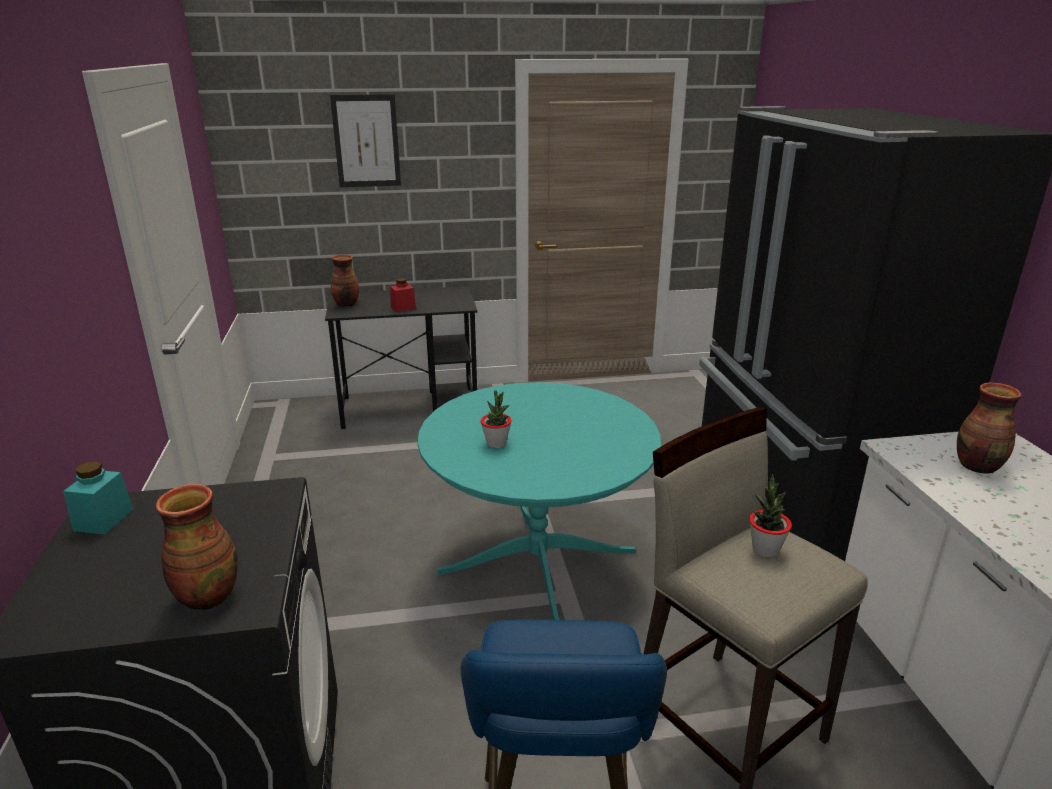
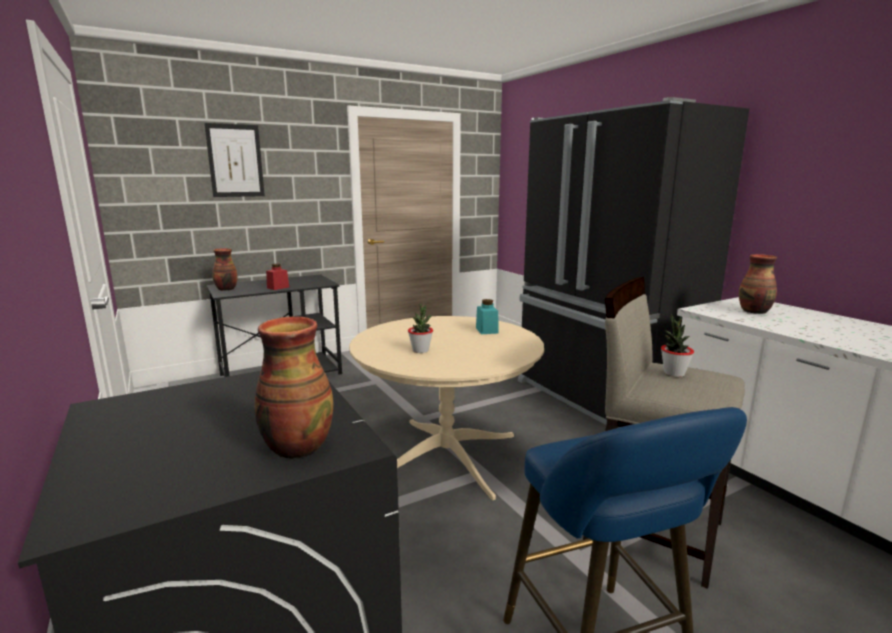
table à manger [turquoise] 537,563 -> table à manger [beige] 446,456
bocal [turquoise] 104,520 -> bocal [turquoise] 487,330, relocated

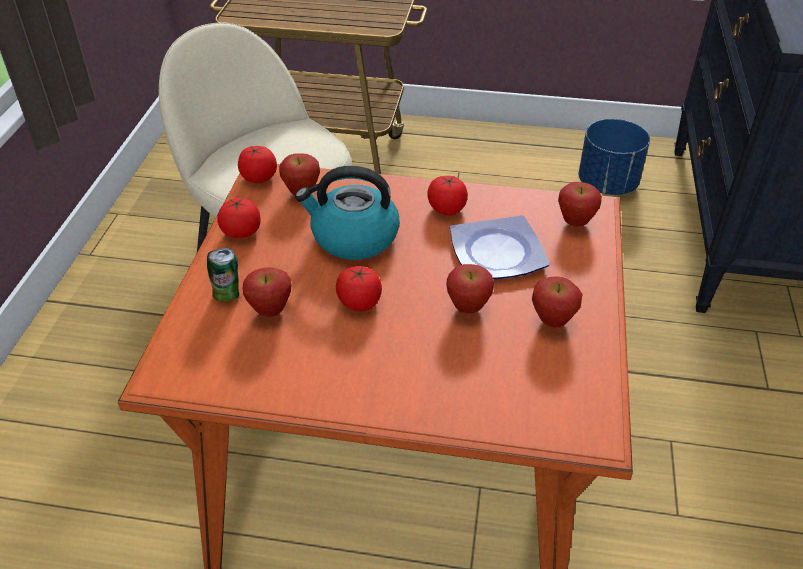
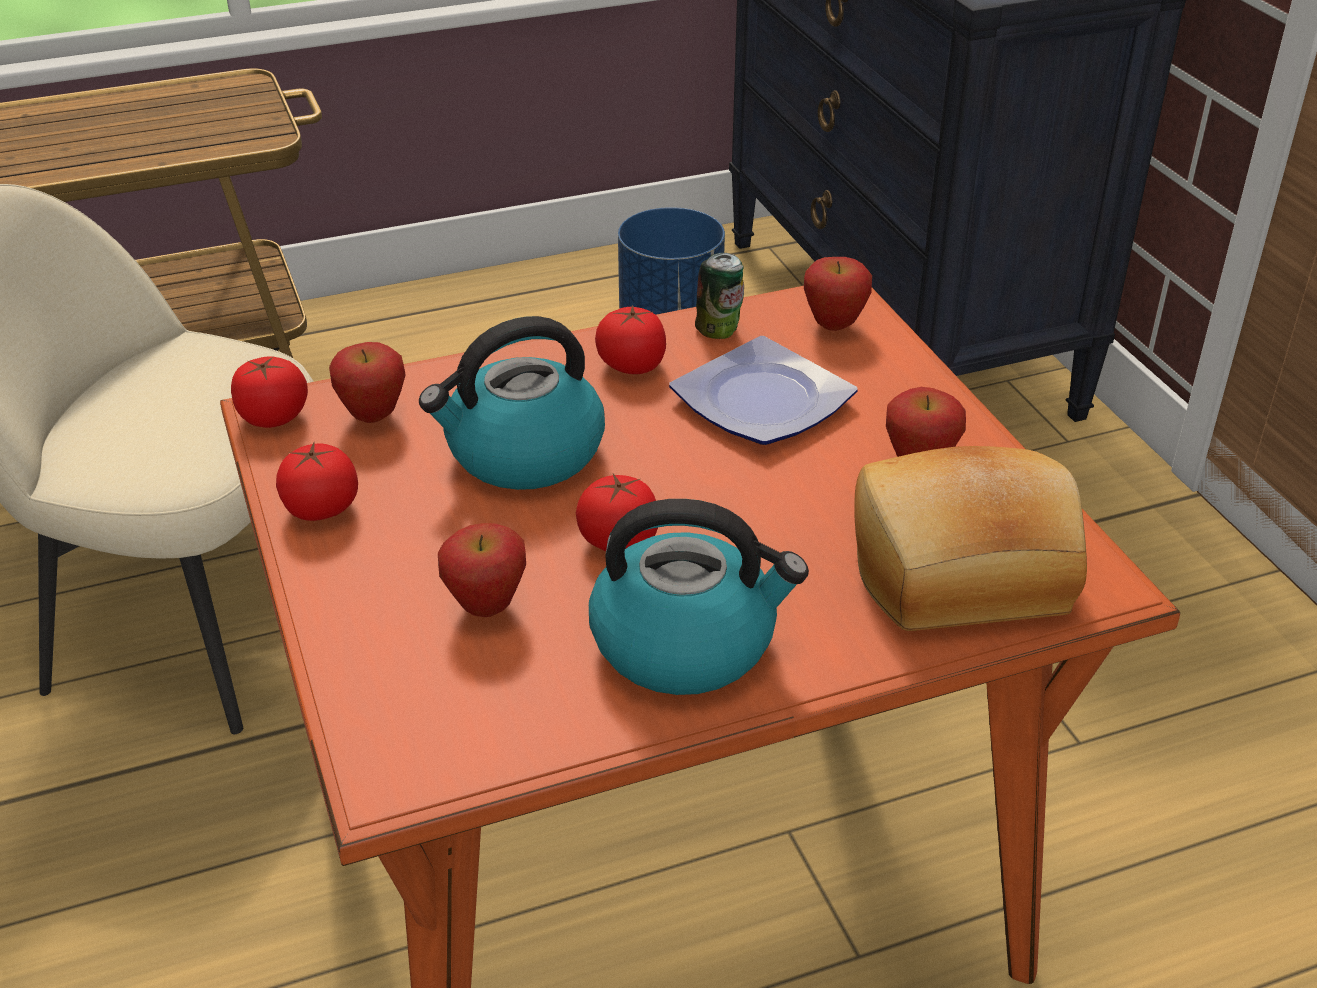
boîte métallique 227,295 -> boîte métallique 720,331, relocated
pomme 468,308 -> none
none -> pain 961,575
none -> bouilloire 686,642

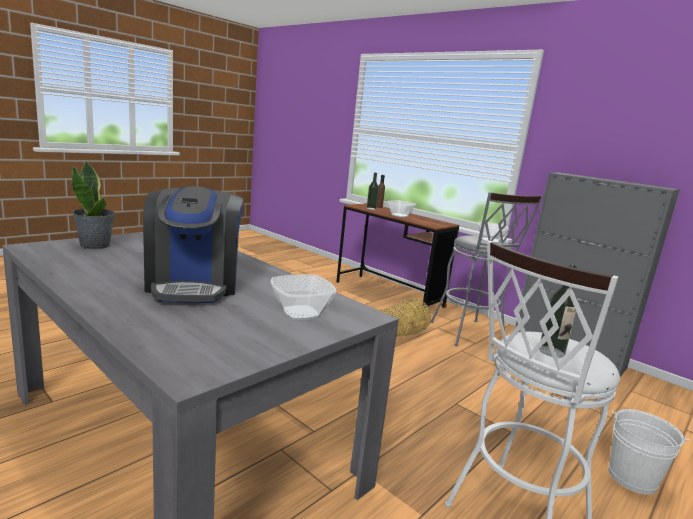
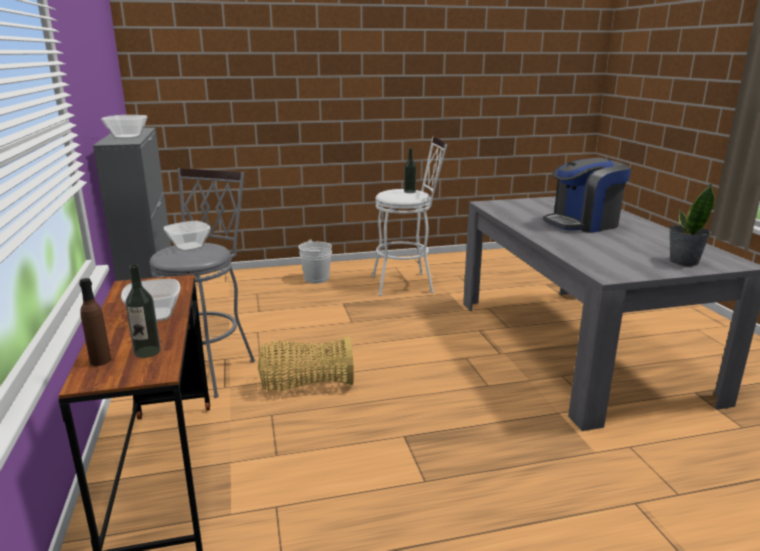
machine à café 193,285 -> machine à café 583,223, 135 degrees counterclockwise
bol 299,313 -> bol 127,137, relocated

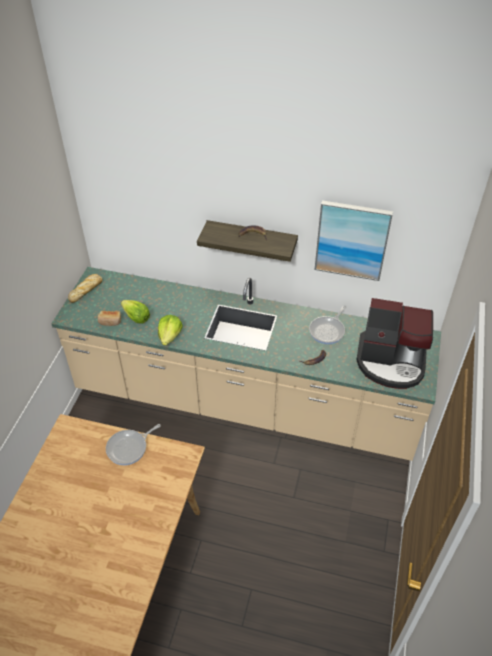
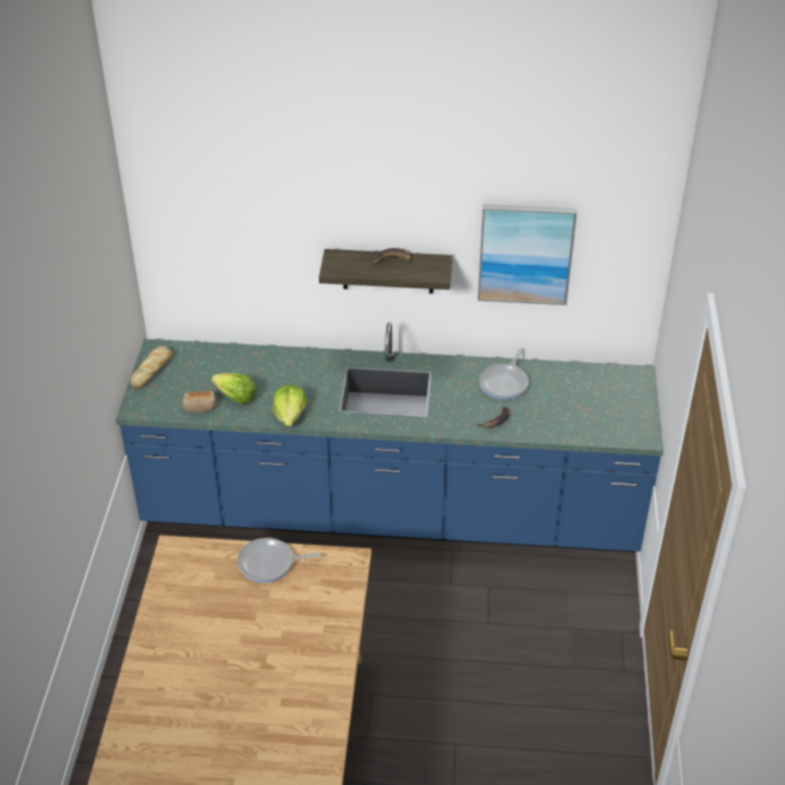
comptoir de cuisine [beige] 245,403 -> comptoir de cuisine [bleu] 392,512
machine à café 391,362 -> none
poêle 129,448 -> poêle 269,563, 45 degrees clockwise

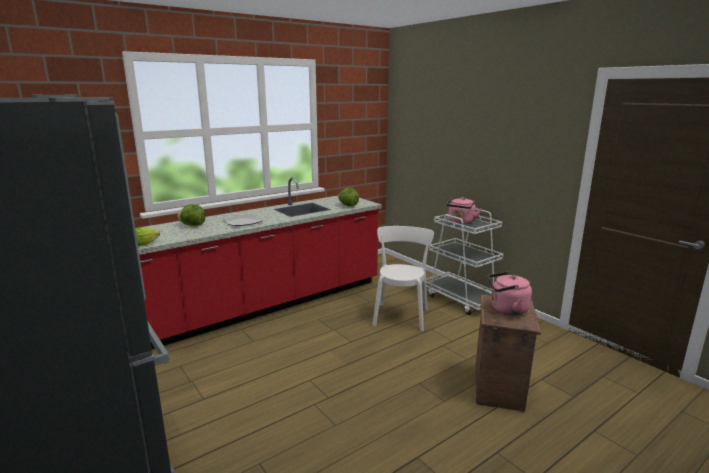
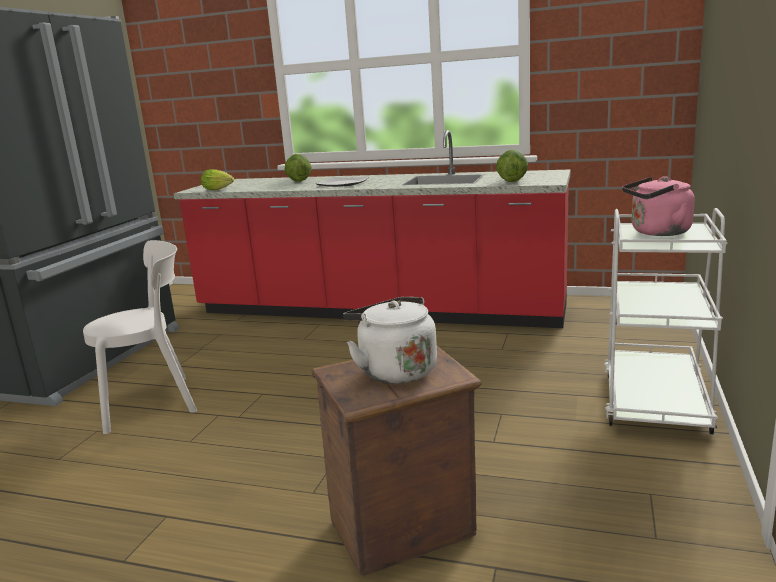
chaise [blanc] 401,315 -> chaise [blanc] 154,402, relocated
bouilloire [rose] 506,309 -> bouilloire [blanc] 394,370

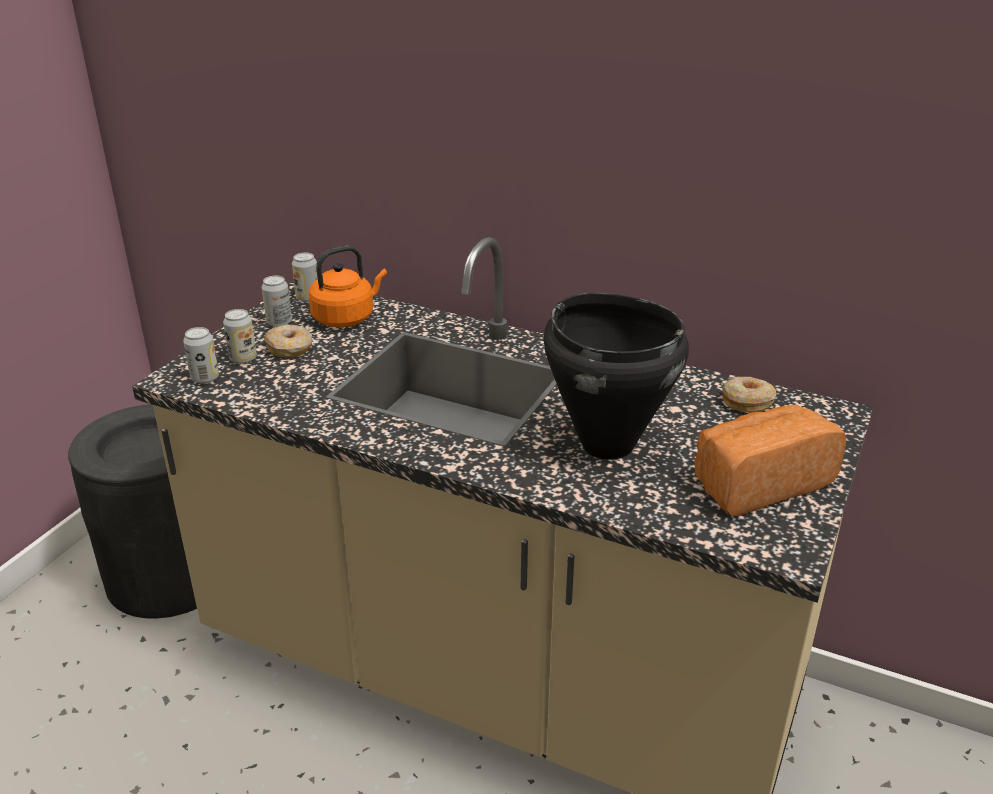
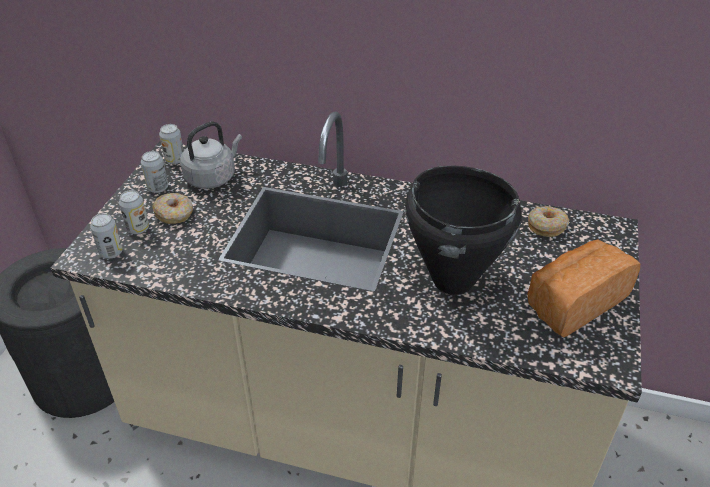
bouilloire [orange] 346,318 -> bouilloire [gris] 213,177

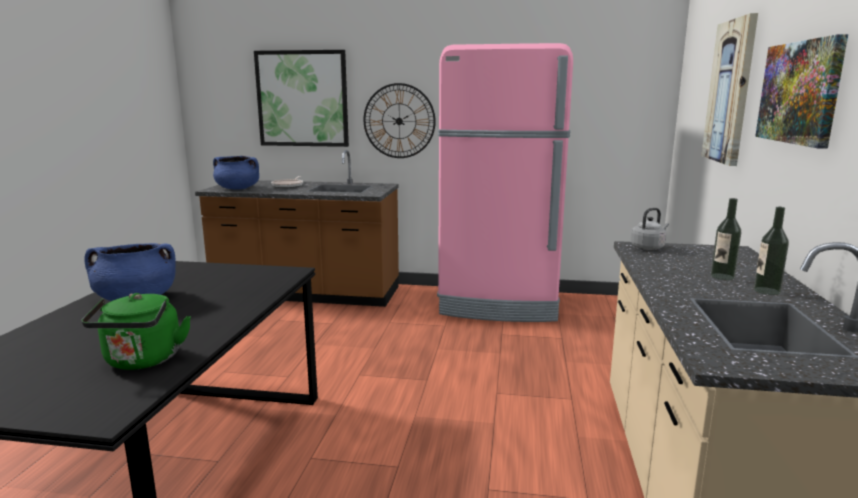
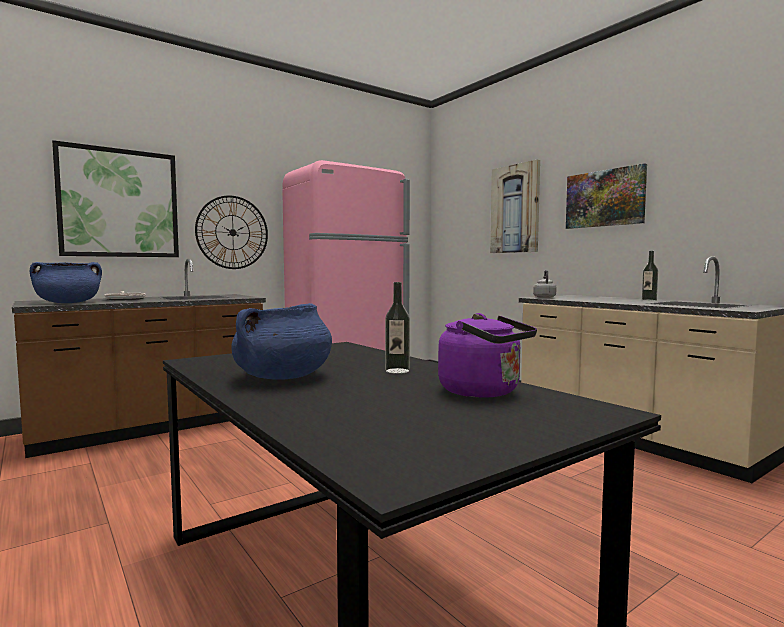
bouteille 722,277 -> bouteille 397,371, relocated
bouilloire [vert] 142,361 -> bouilloire [violet] 484,392

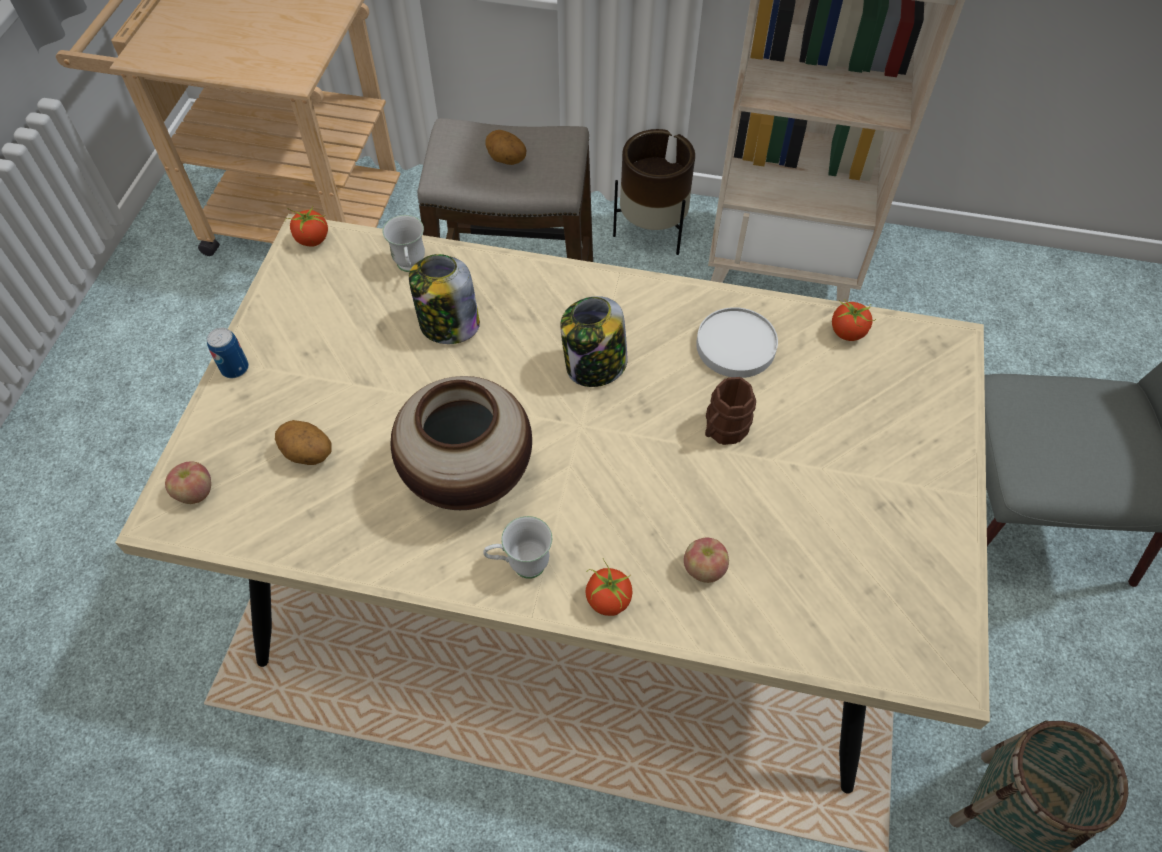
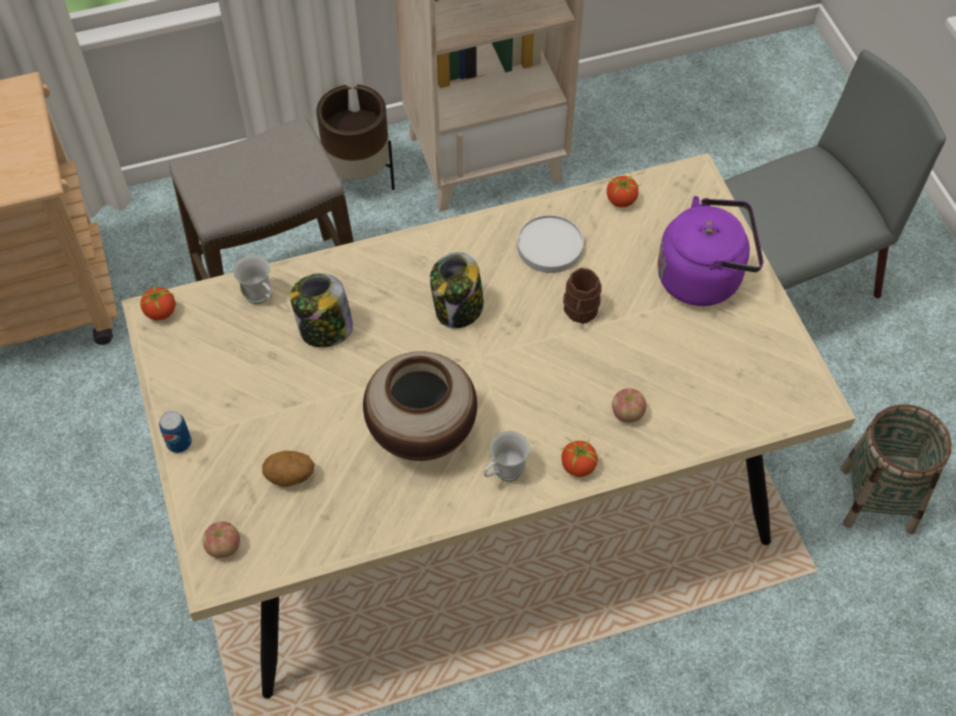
pomme de terre 506,160 -> none
none -> bouilloire [violet] 704,277

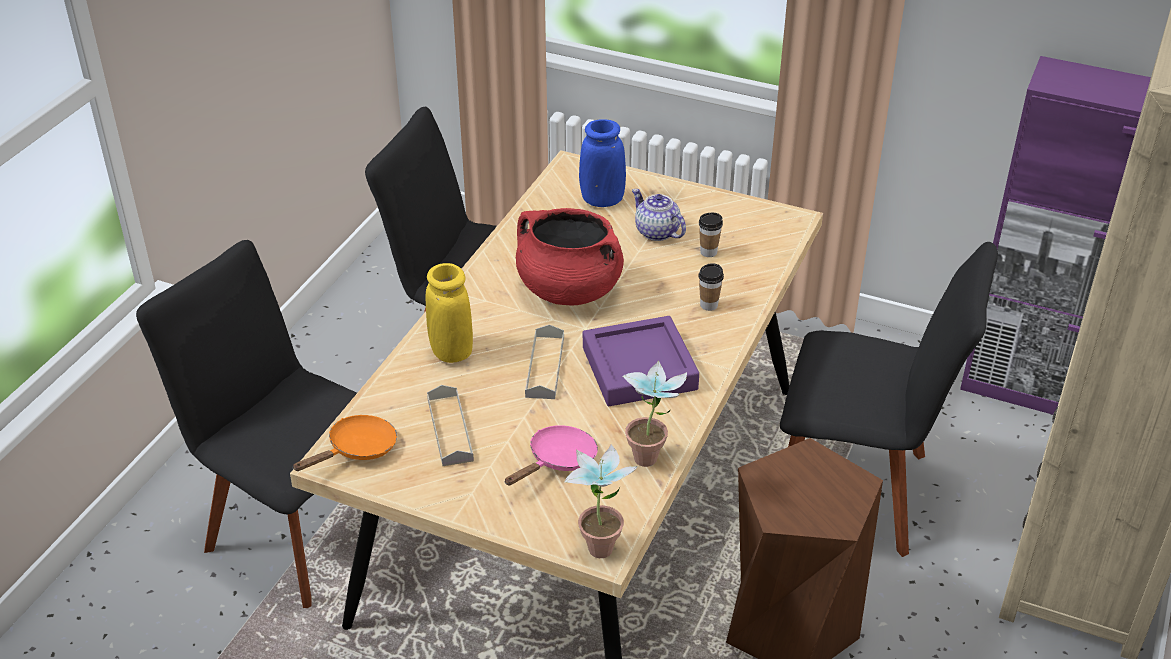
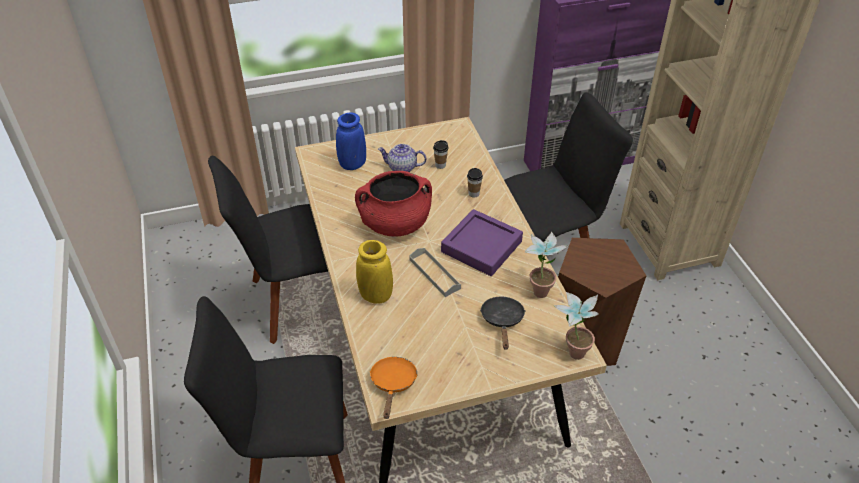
plateau [gris] 450,429 -> none
poêle [rose] 558,461 -> poêle [noir] 502,321

